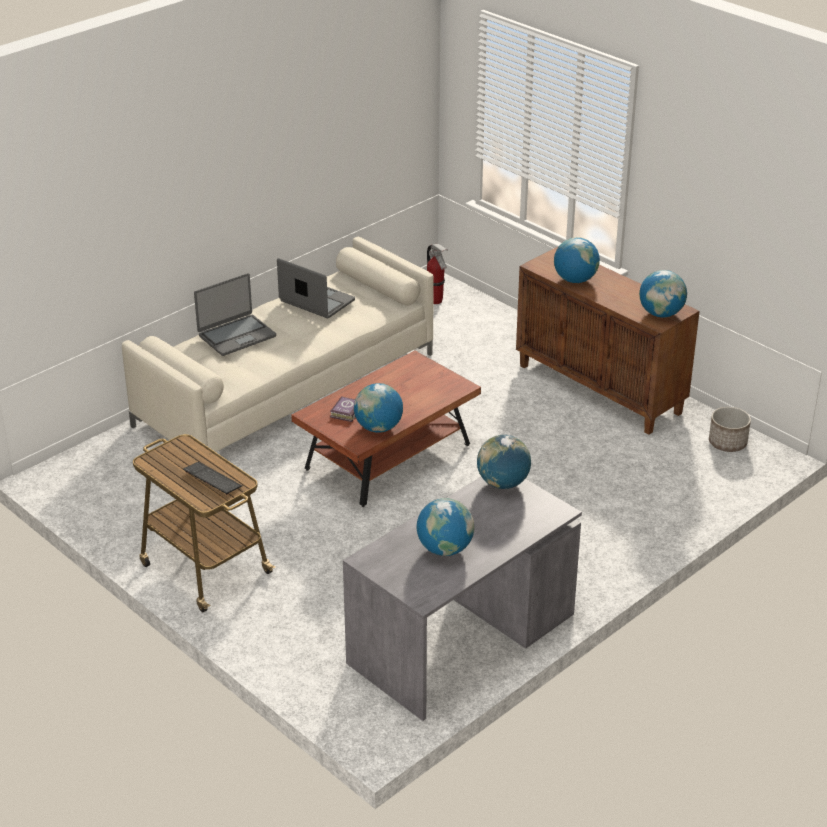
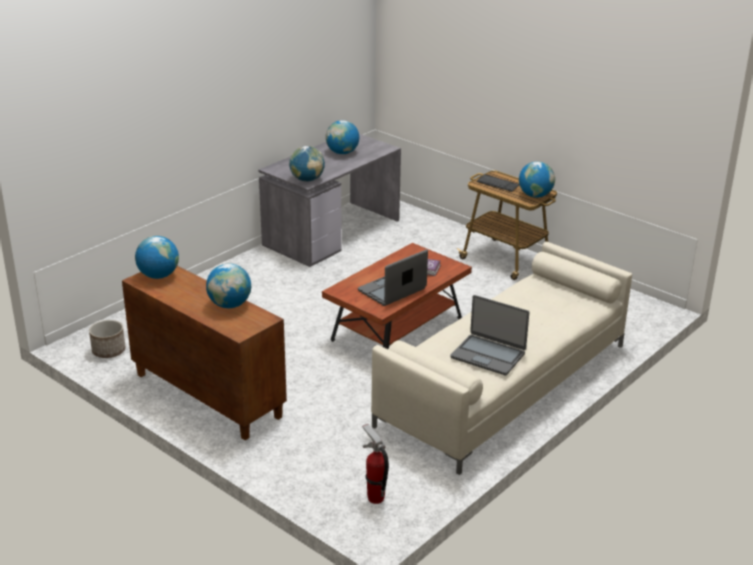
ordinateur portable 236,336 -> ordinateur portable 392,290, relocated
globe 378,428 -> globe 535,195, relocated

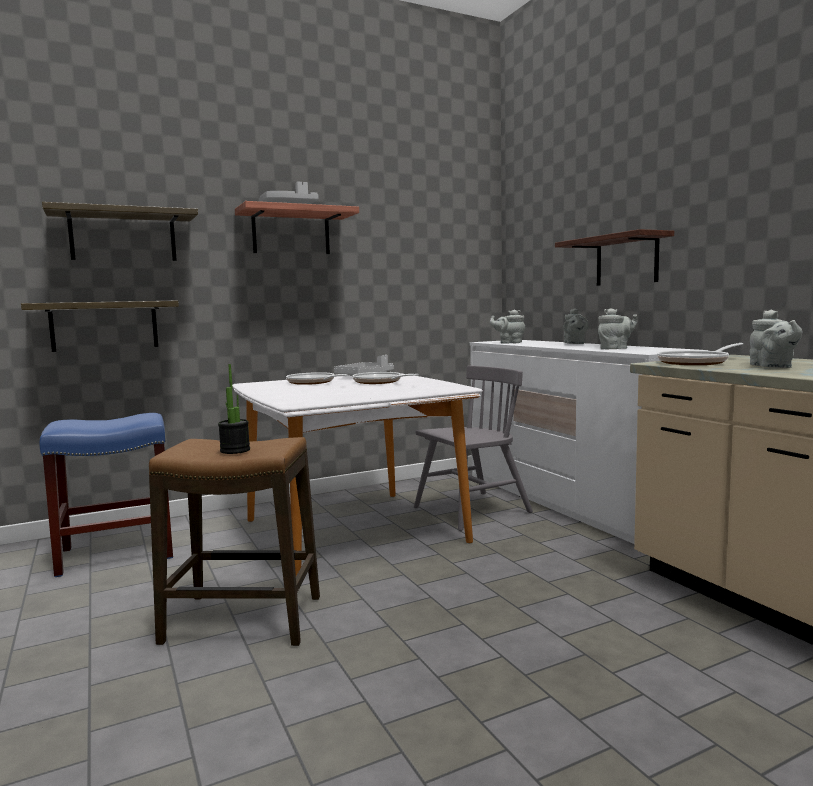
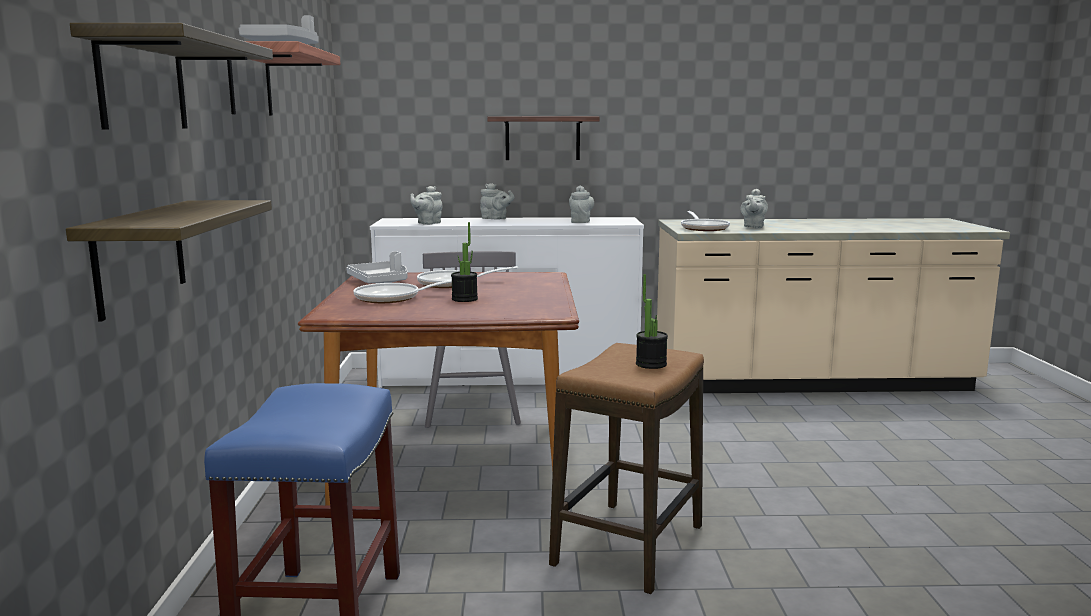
théière [gris] 773,367 -> théière [gris] 753,227, 90 degrees clockwise
table à manger [blanc] 353,532 -> table à manger [marron] 456,465
none -> plante en pot 464,299

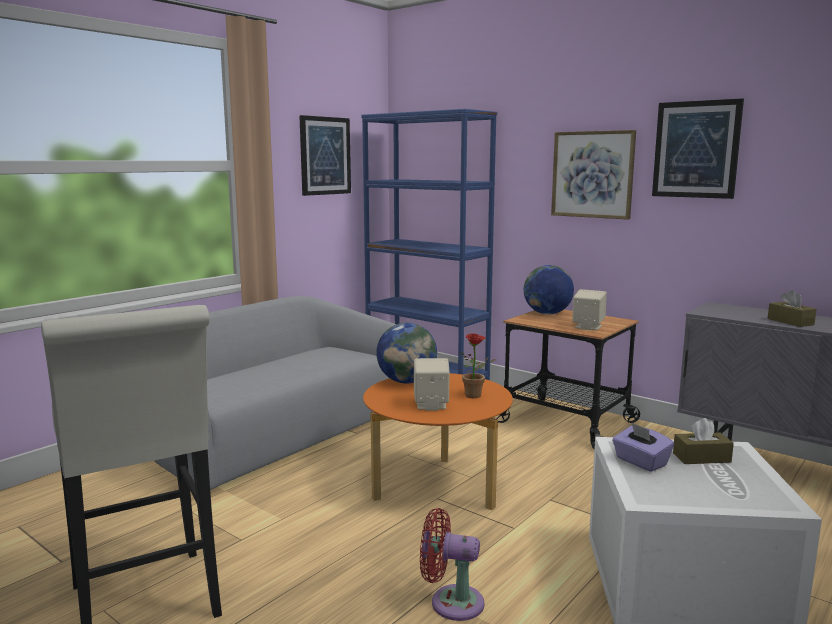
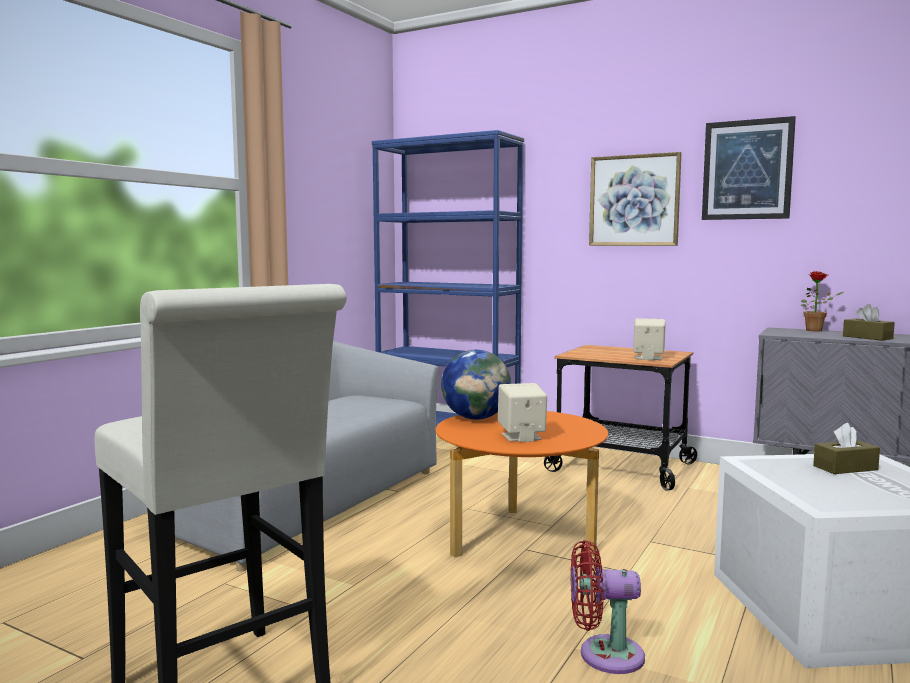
tableau 325,156 -> none
globe 547,313 -> none
plante en pot 476,396 -> plante en pot 817,330, relocated
boîte à mouchoirs [violet] 640,462 -> none

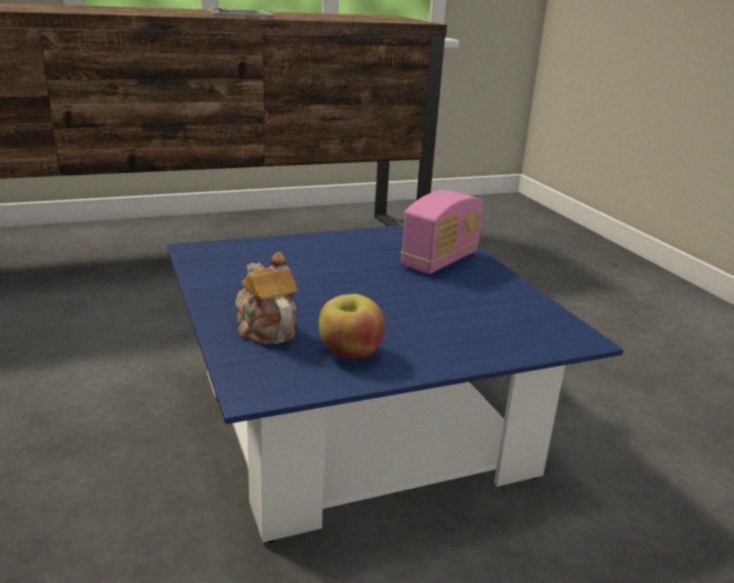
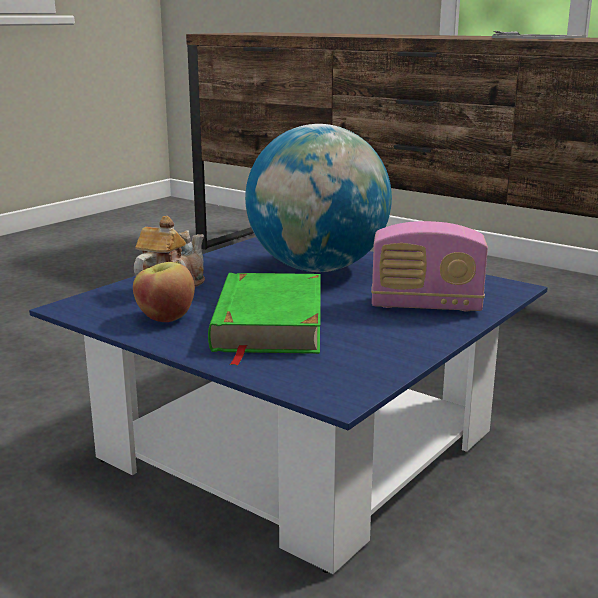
none -> globe 318,269
none -> livre [vert] 268,323

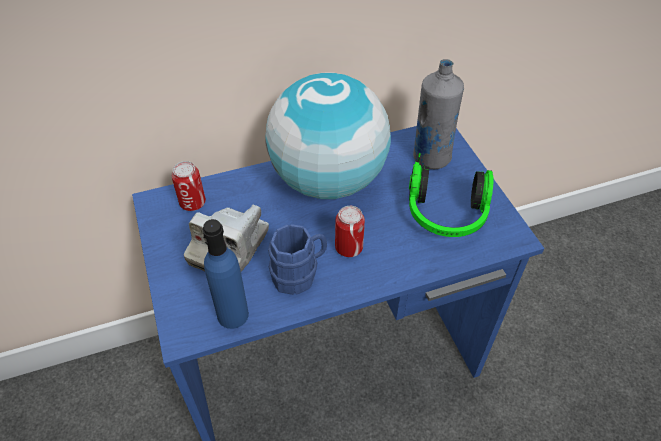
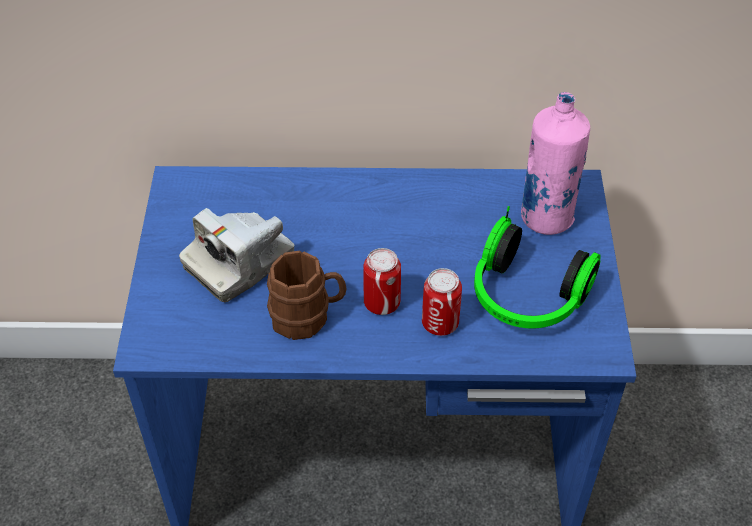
bouteille [gris] 431,157 -> bouteille [rose] 546,217
globe 328,180 -> none
boîte métallique 192,203 -> boîte métallique 440,323, relocated
bouteille [bleu] 233,314 -> none
mug [bleu] 300,273 -> mug [marron] 308,316

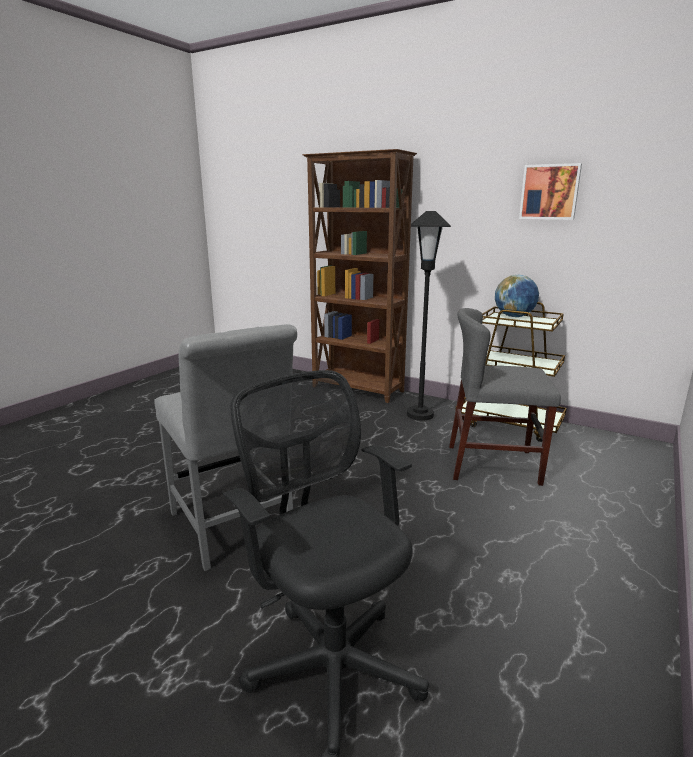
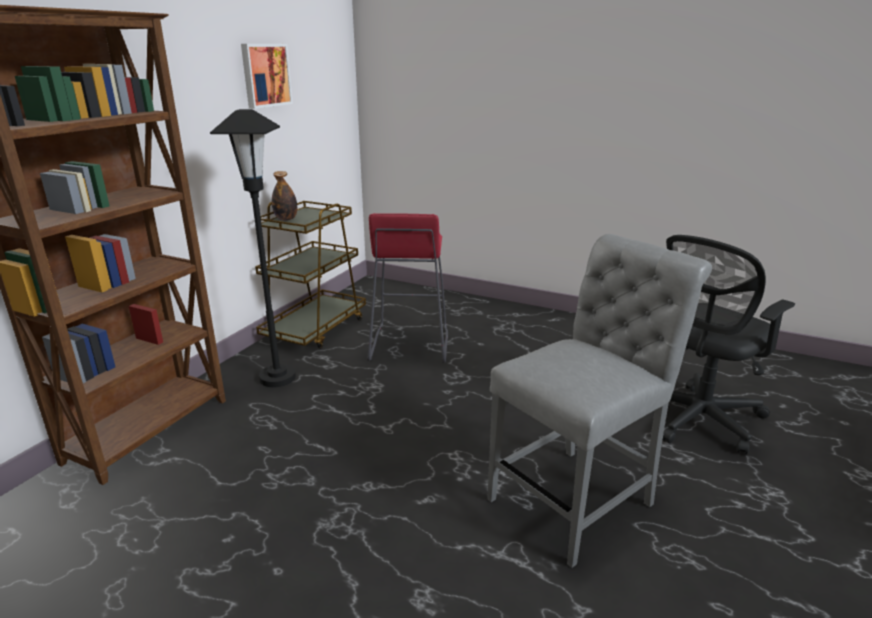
globe 514,316 -> bouteille 286,219
chaise [gris] 493,464 -> tabouret [rouge] 409,345

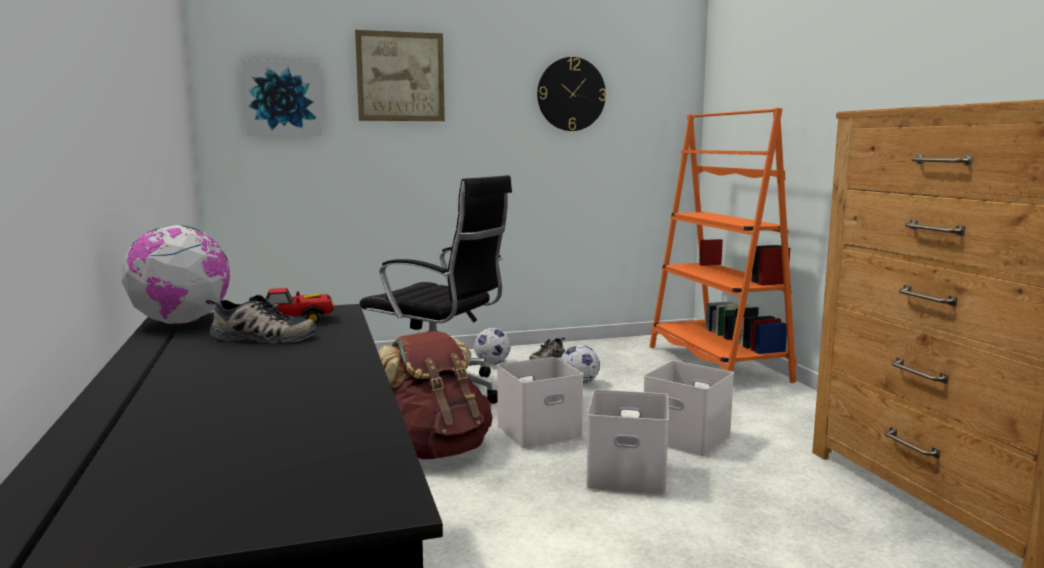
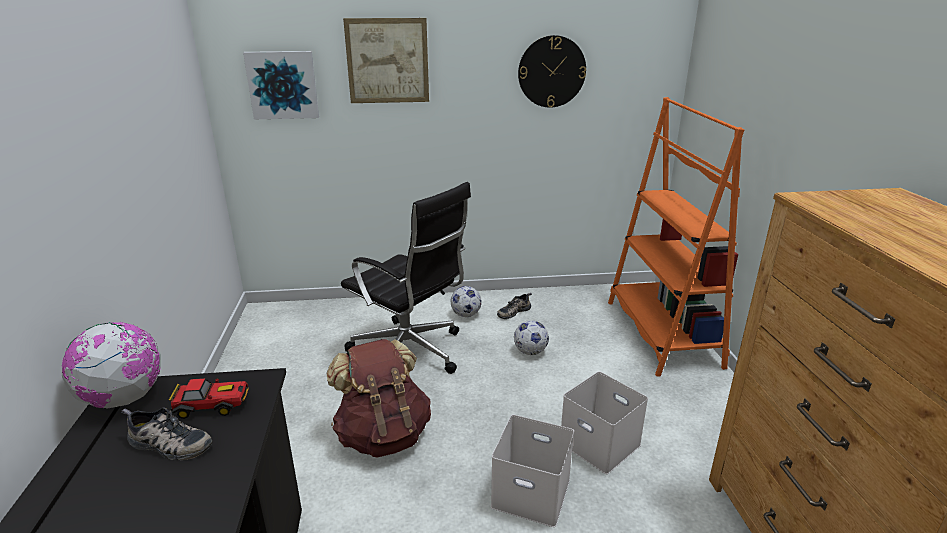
boîte de rangement [blanc] 538,433 -> none

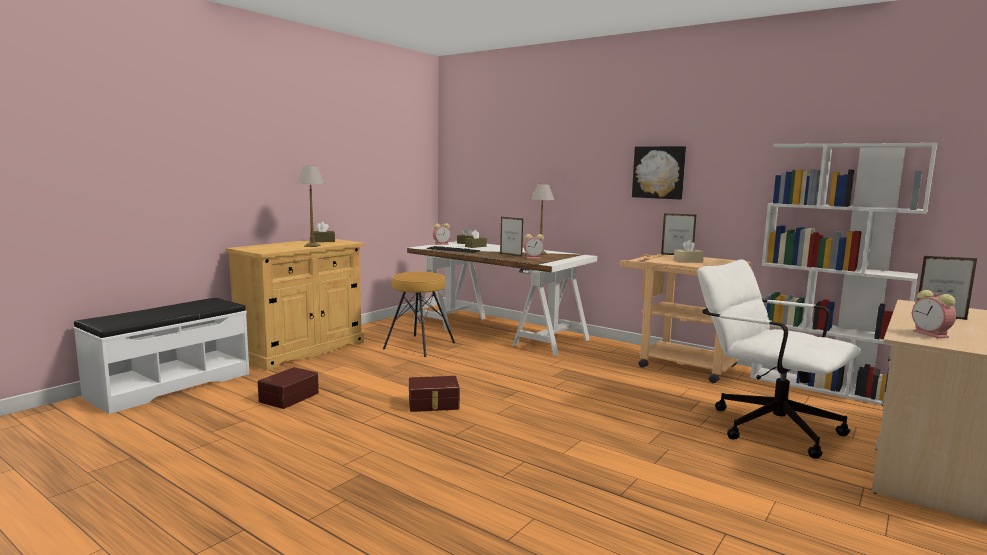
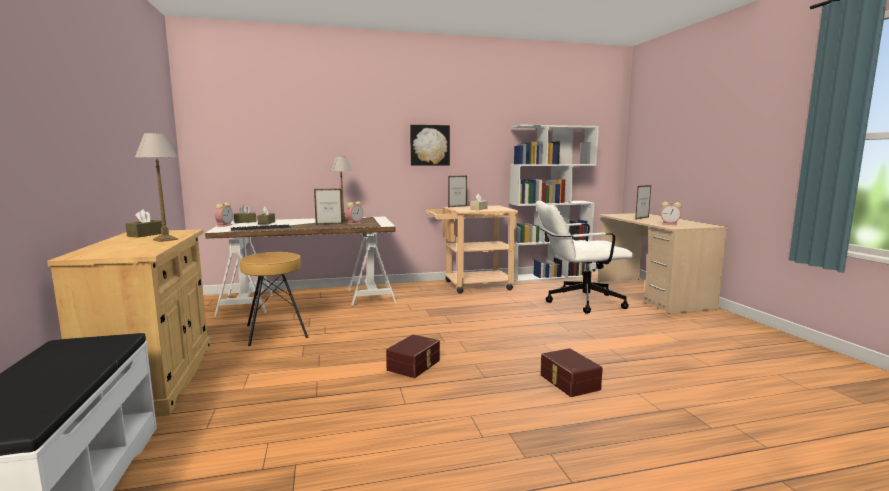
boîte de rangement [marron] 288,397 -> boîte de rangement [marron] 568,382, relocated

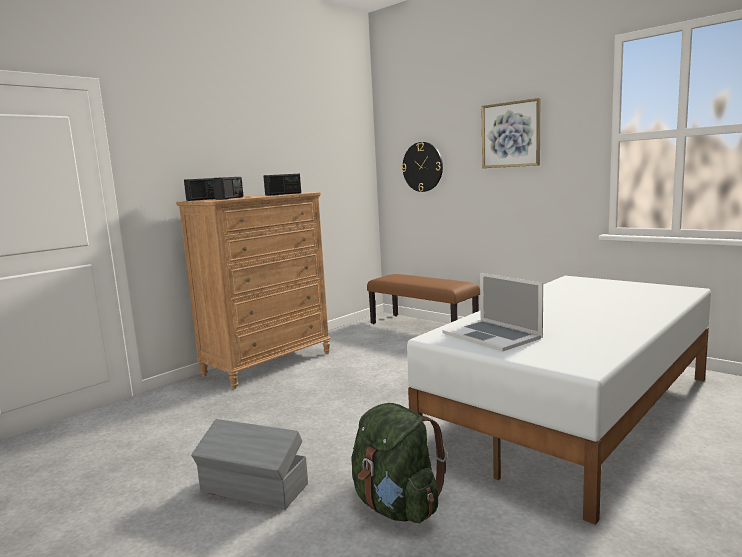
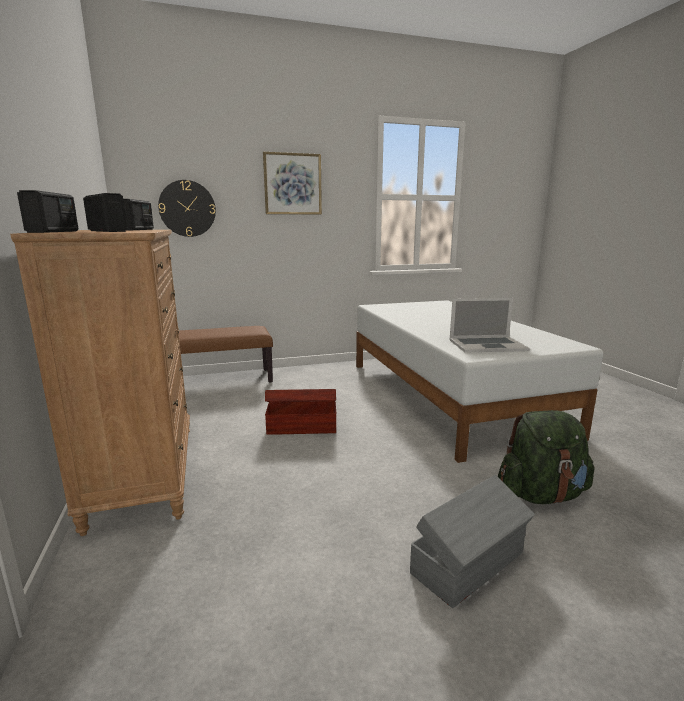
none -> boîte de rangement [marron] 301,426

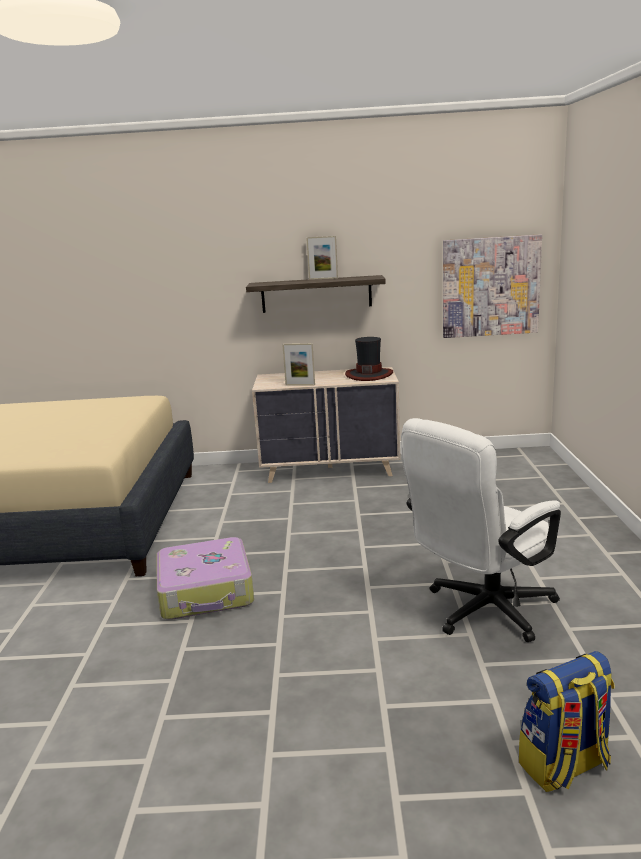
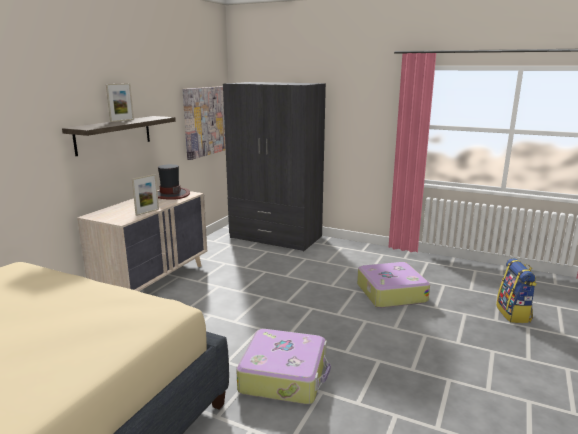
chaise de bureau [blanc] 481,612 -> valise 390,293
none -> armoire [gris] 276,237

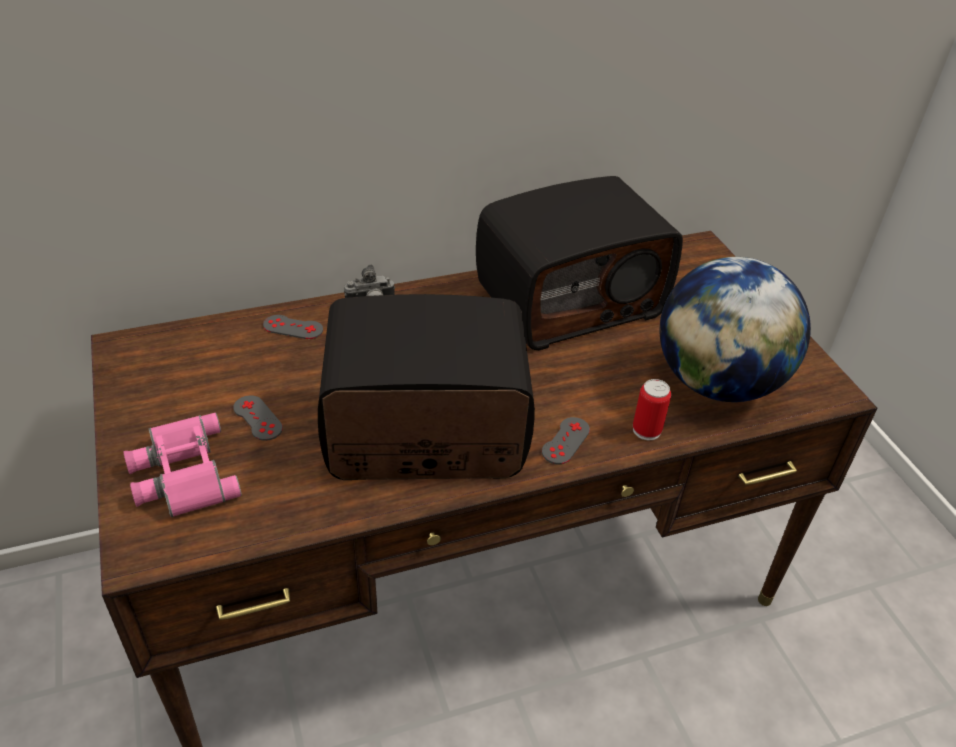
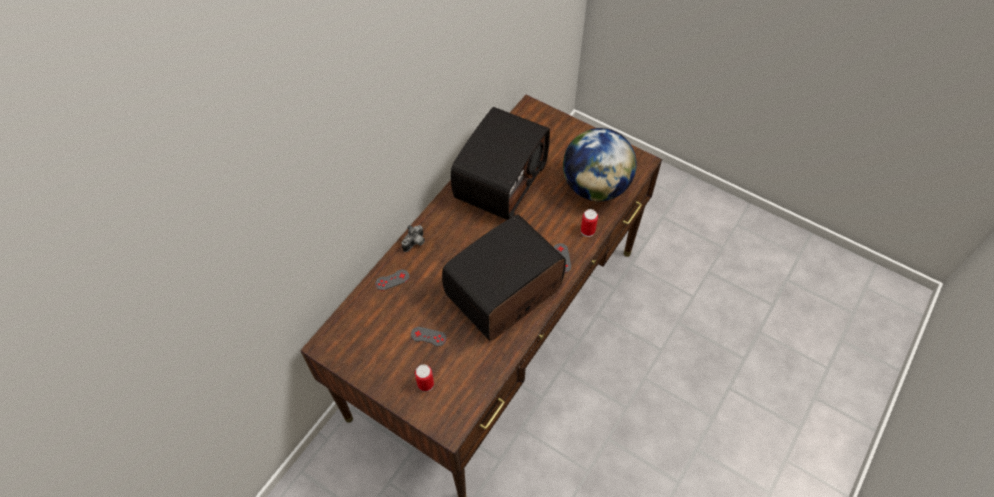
jumelles [rose] 181,473 -> boîte métallique 425,384

